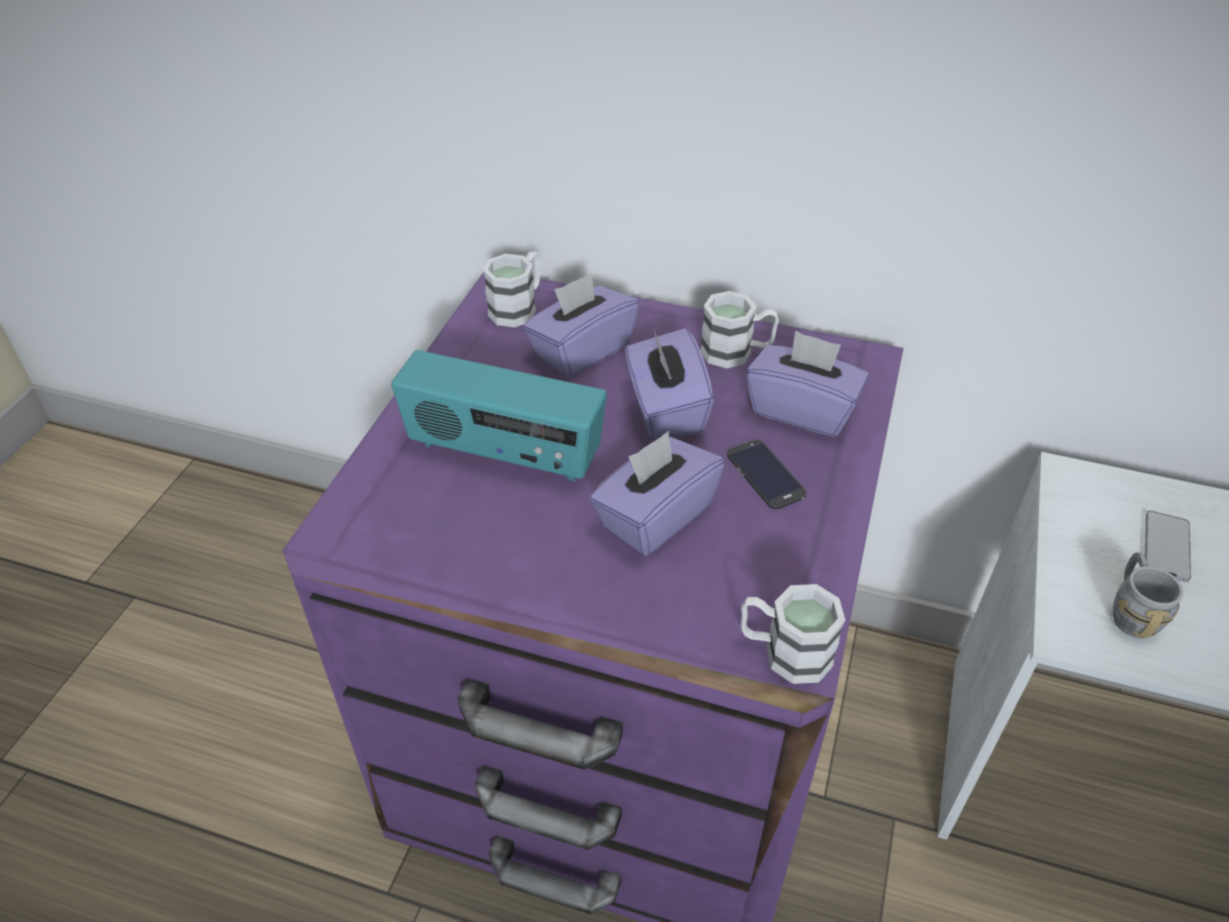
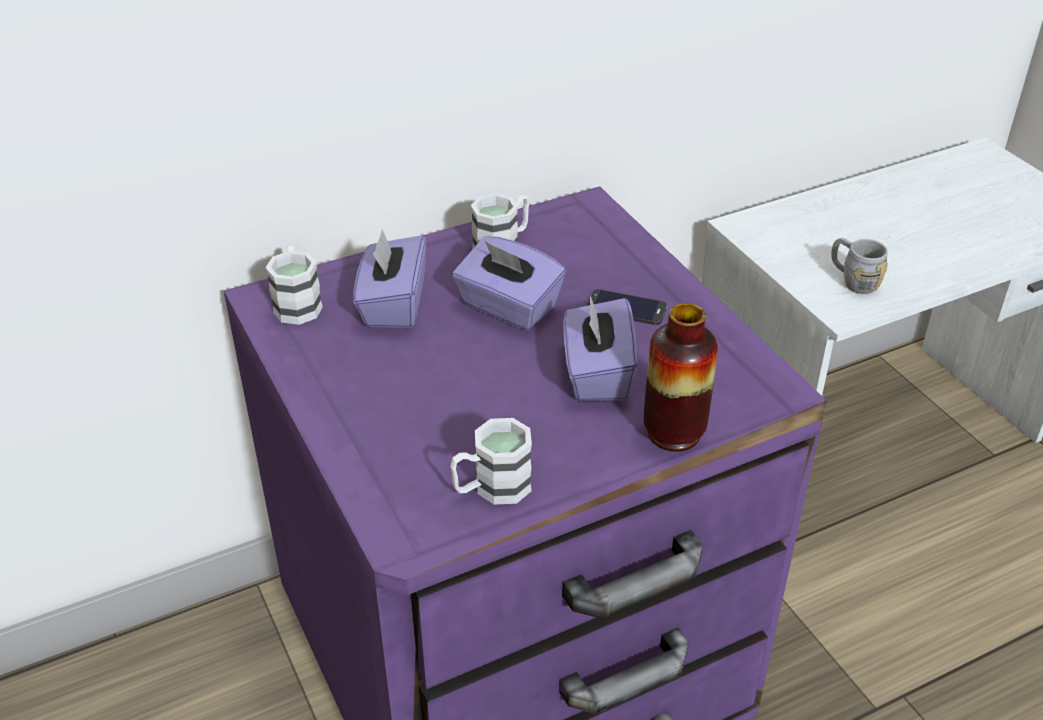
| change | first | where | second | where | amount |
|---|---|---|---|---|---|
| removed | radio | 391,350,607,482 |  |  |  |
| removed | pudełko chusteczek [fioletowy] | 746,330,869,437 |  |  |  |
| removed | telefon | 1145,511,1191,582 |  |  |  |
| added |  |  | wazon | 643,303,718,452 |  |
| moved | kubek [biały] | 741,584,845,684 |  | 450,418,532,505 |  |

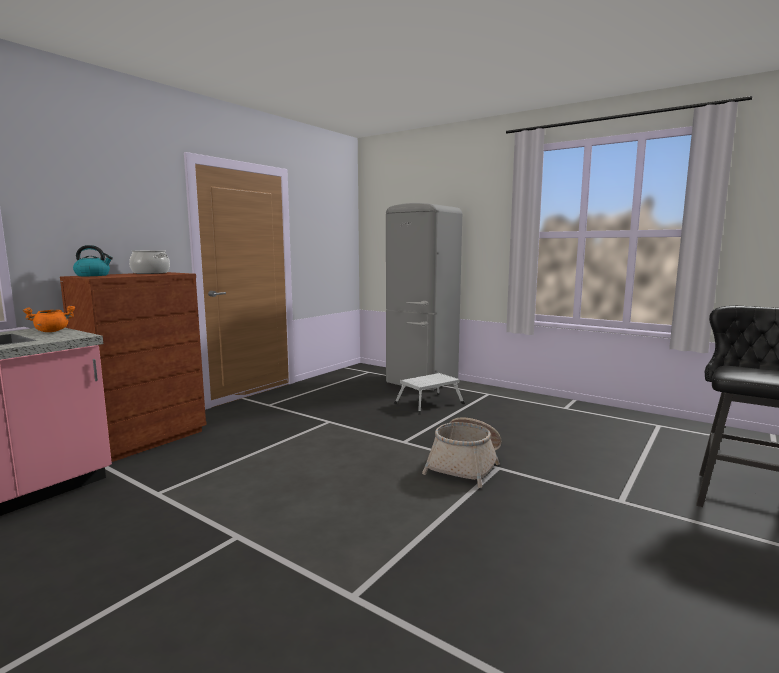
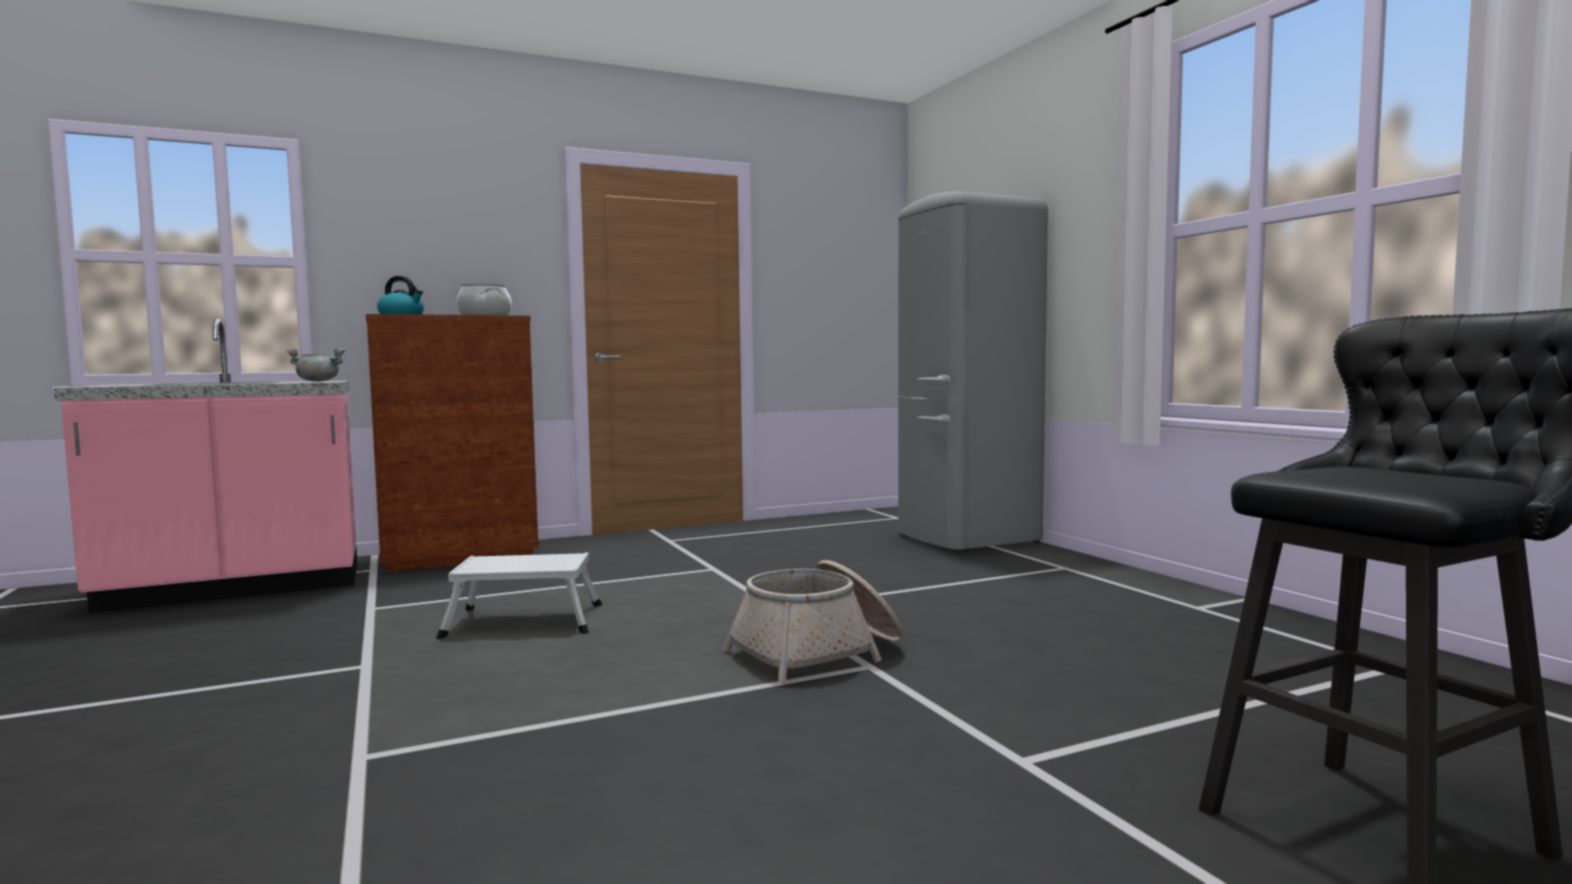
| change | first | where | second | where | amount |
|---|---|---|---|---|---|
| moved | drabinka [biały] | 394,373,465,415 |  | 436,552,602,639 |  |
| recoloured | garnek [pomarańczowy] | 23,306,75,332 | garnek [szary] | 286,348,345,381 |  |

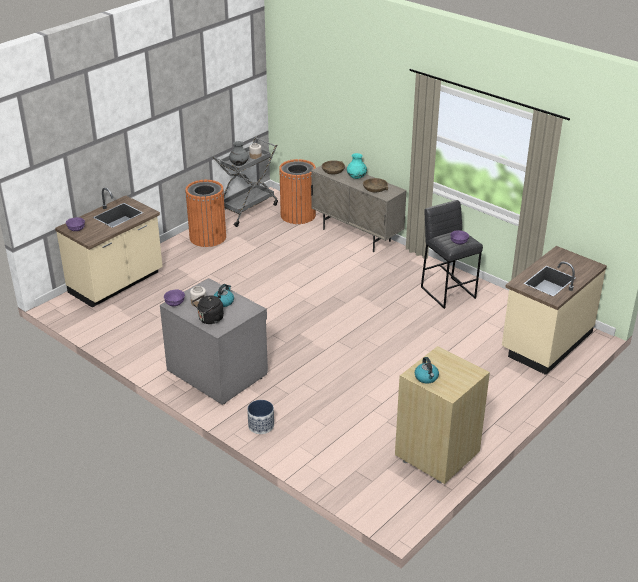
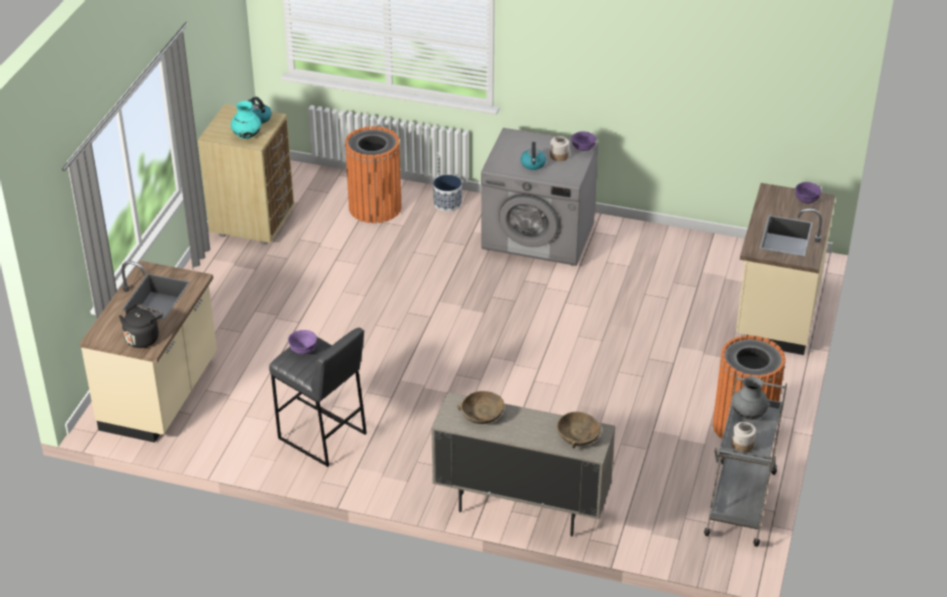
| change | first | where | second | where | amount |
|---|---|---|---|---|---|
| moved | czajnik [czarny] | 192,295,224,324 |  | 119,304,163,348 |  |
| moved | kosz na śmieci [pomarańczowy] | 279,159,316,224 |  | 345,126,401,223 |  |
| moved | wazon [turkusowy] | 347,153,367,179 |  | 231,101,261,139 |  |

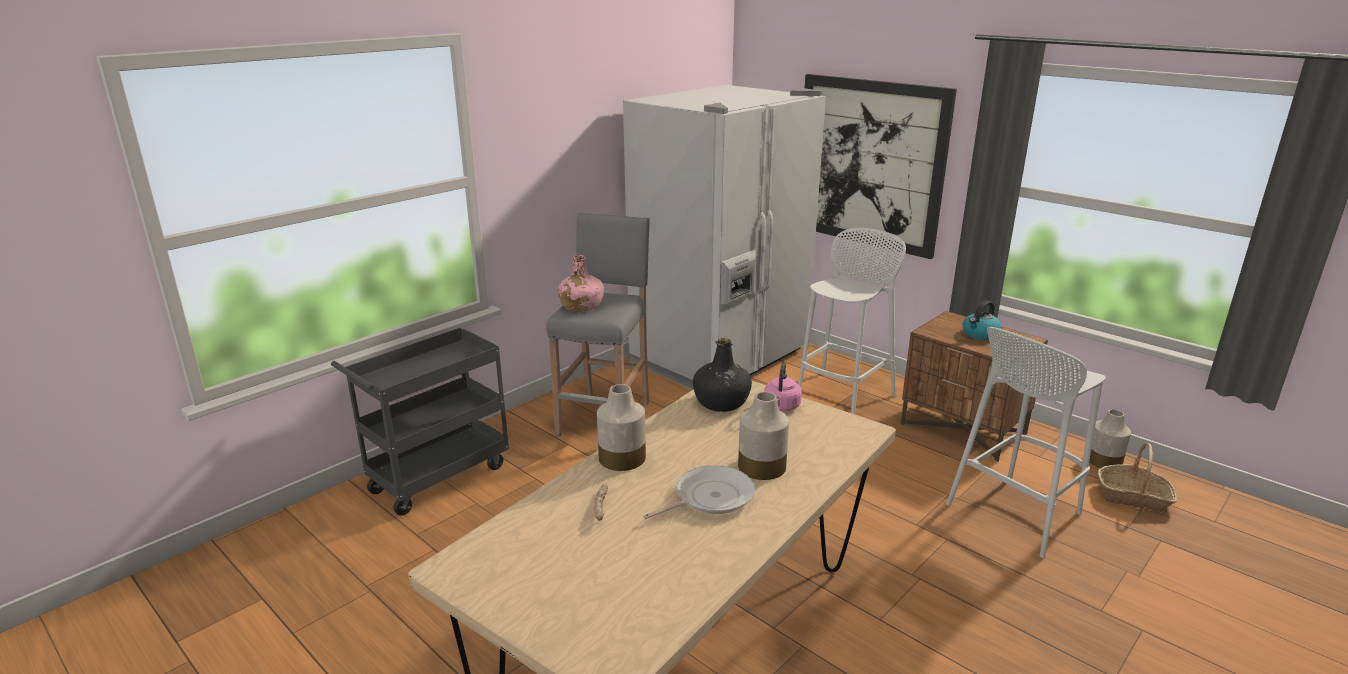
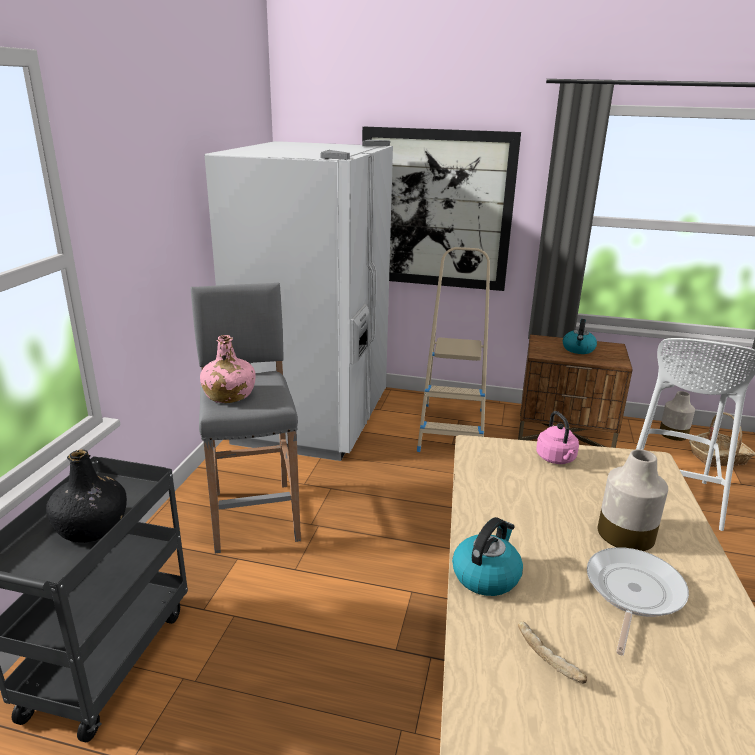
| change | first | where | second | where | amount |
|---|---|---|---|---|---|
| moved | butelka [czarny] | 693,338,752,412 |  | 46,449,127,543 |  |
| replaced | wazon [beżowy] | 597,384,646,471 | czajnik | 452,517,523,596 |  |
| replaced | stołek [biały] | 798,228,906,414 | drabinka [beżowy] | 417,247,490,452 |  |

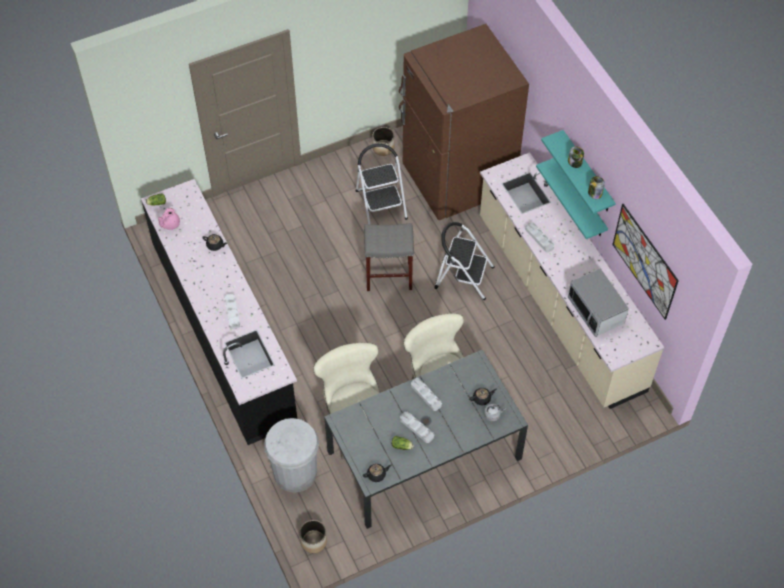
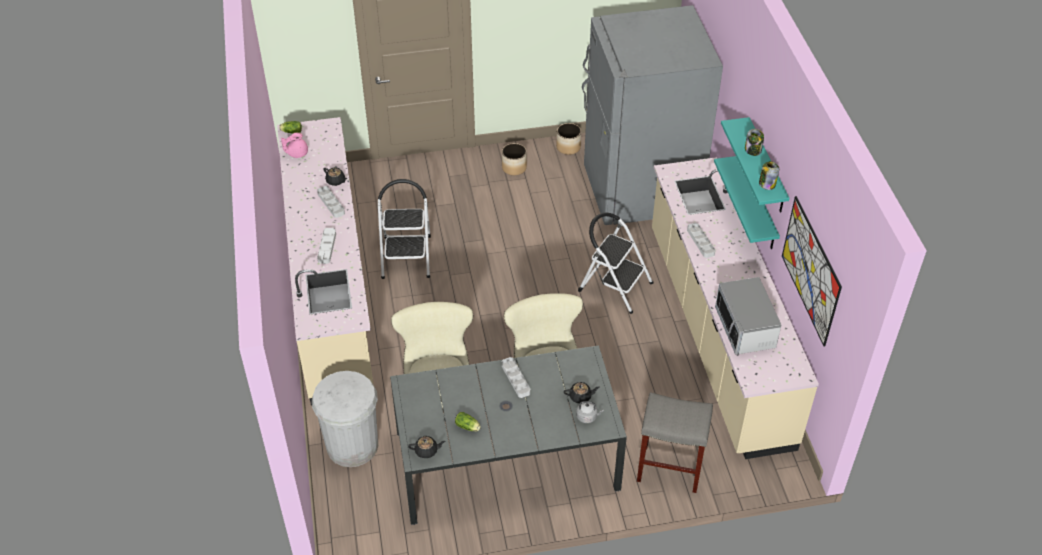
| change | first | where | second | where | amount |
|---|---|---|---|---|---|
| moved | donica | 300,520,327,553 |  | 502,143,527,176 |  |
| moved | drabinka | 356,143,408,225 |  | 378,179,431,279 |  |
| moved | stołek [szary] | 364,223,414,291 |  | 637,392,713,493 |  |
| moved | taca [szary] | 400,411,434,443 |  | 317,186,345,218 |  |
| recoloured | zabudowa kuchenna [czarny] | 141,179,297,445 | zabudowa kuchenna [beżowy] | 277,117,373,406 |  |
| recoloured | lodówka [brązowy] | 399,24,529,220 | lodówka [szary] | 582,5,723,225 |  |

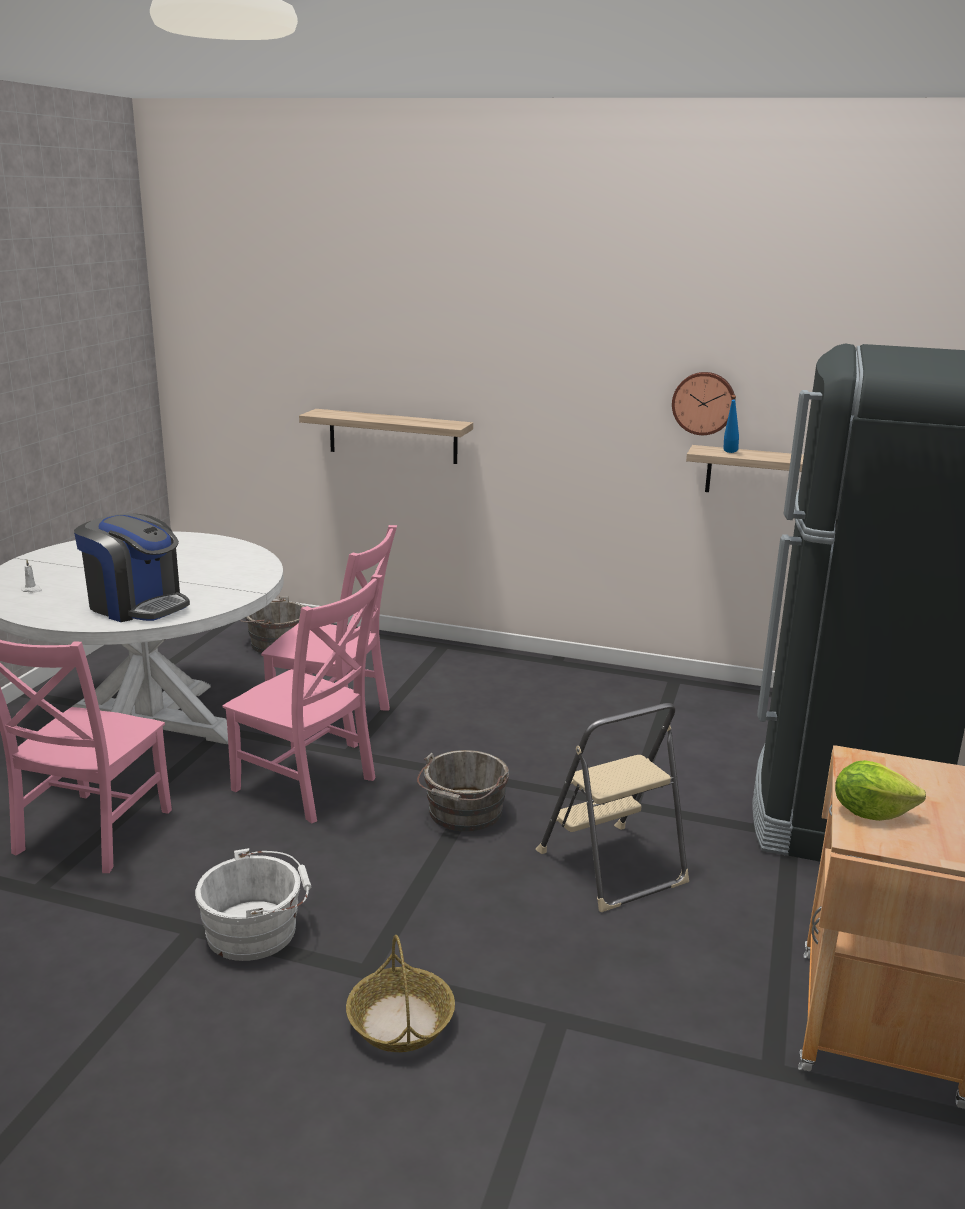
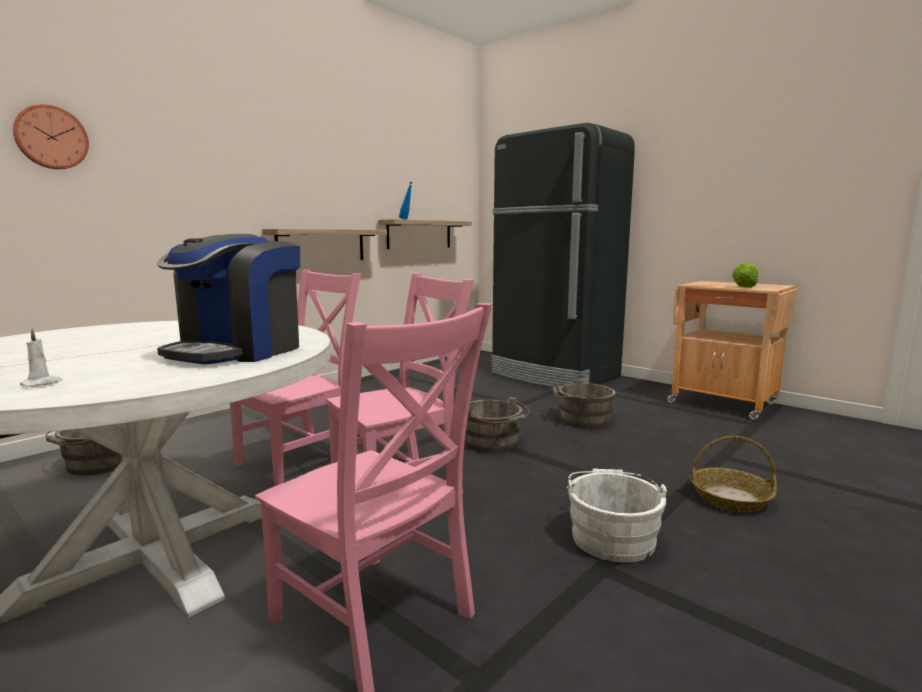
| change | first | where | second | where | amount |
|---|---|---|---|---|---|
| moved | półka | 299,409,473,464 |  | 262,229,387,260 |  |
| moved | zegar ścienny | 672,372,736,435 |  | 13,104,89,169 |  |
| replaced | drabinka [beżowy] | 535,703,689,912 | wiadro [szary] | 552,378,616,429 |  |
| turned | ekspres do kawy | 74,514,190,622 |  | 157,234,300,364 | 150 degrees clockwise |

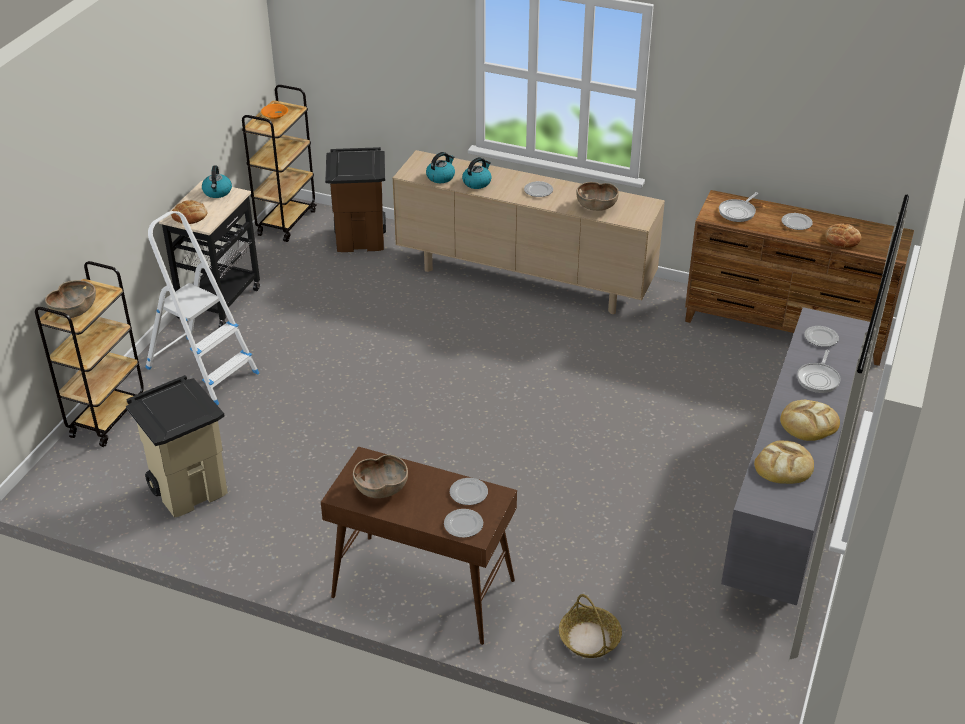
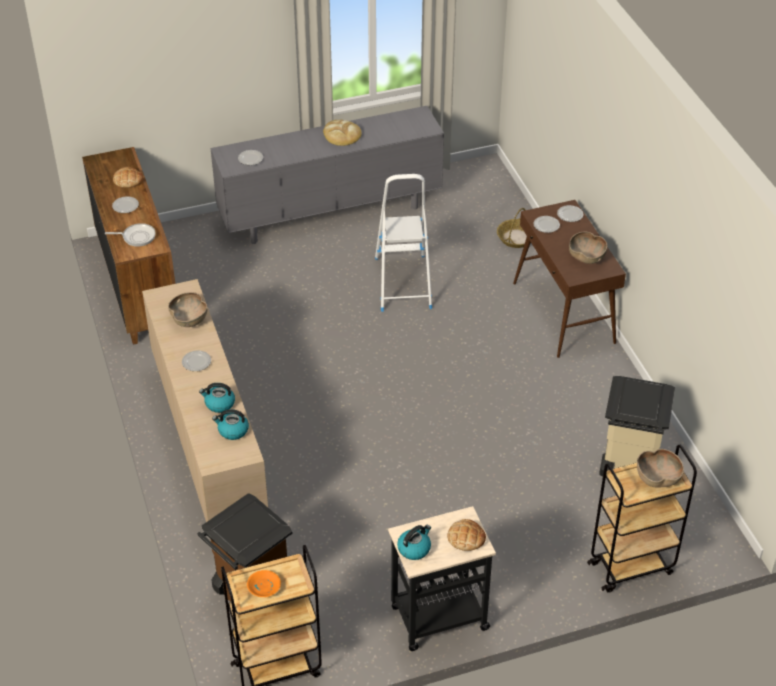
| change | first | where | second | where | amount |
|---|---|---|---|---|---|
| removed | chleb | 754,440,814,484 |  |  |  |
| removed | patelnia | 797,350,841,393 |  |  |  |
| moved | drabinka [biały] | 145,211,259,405 |  | 375,174,432,312 |  |

